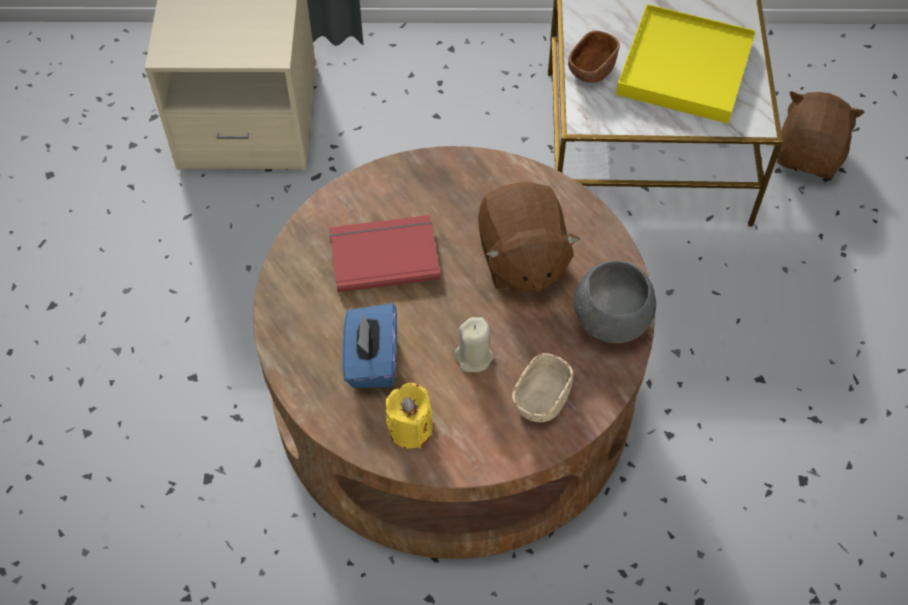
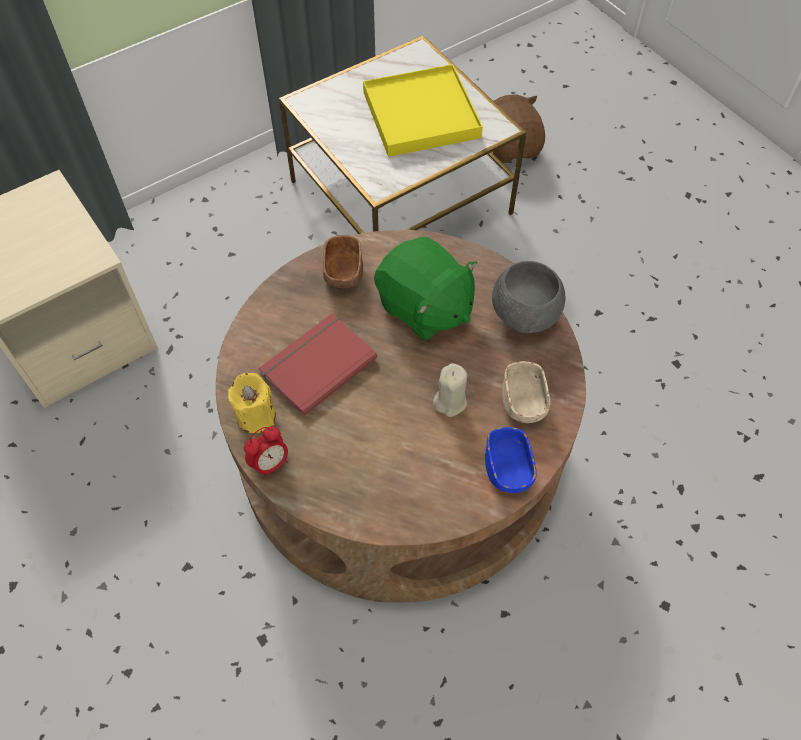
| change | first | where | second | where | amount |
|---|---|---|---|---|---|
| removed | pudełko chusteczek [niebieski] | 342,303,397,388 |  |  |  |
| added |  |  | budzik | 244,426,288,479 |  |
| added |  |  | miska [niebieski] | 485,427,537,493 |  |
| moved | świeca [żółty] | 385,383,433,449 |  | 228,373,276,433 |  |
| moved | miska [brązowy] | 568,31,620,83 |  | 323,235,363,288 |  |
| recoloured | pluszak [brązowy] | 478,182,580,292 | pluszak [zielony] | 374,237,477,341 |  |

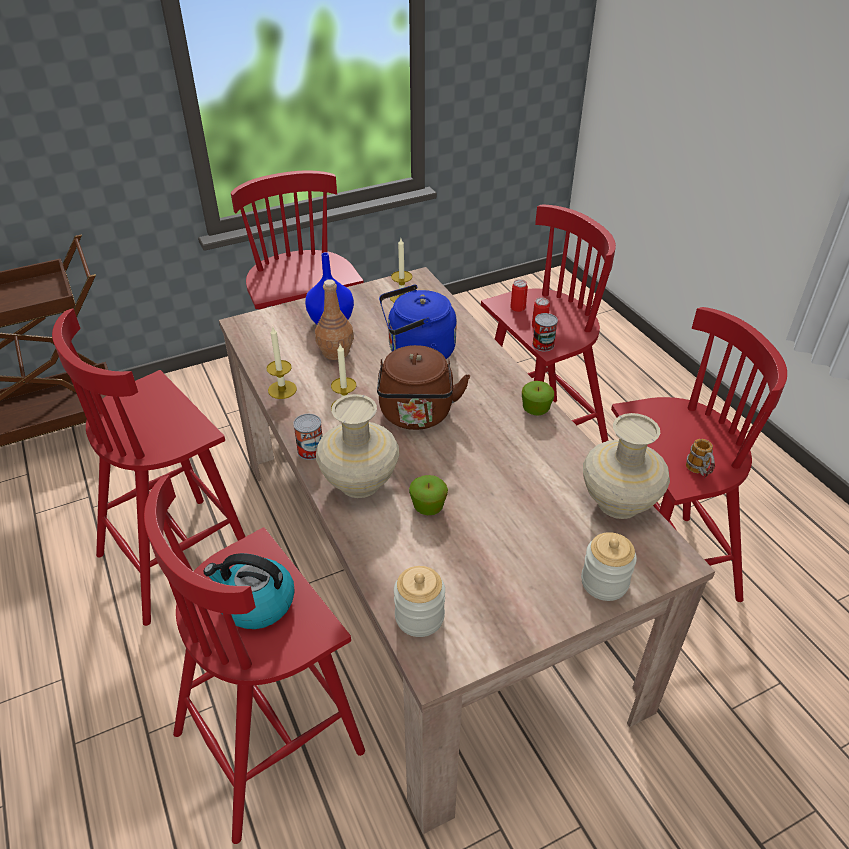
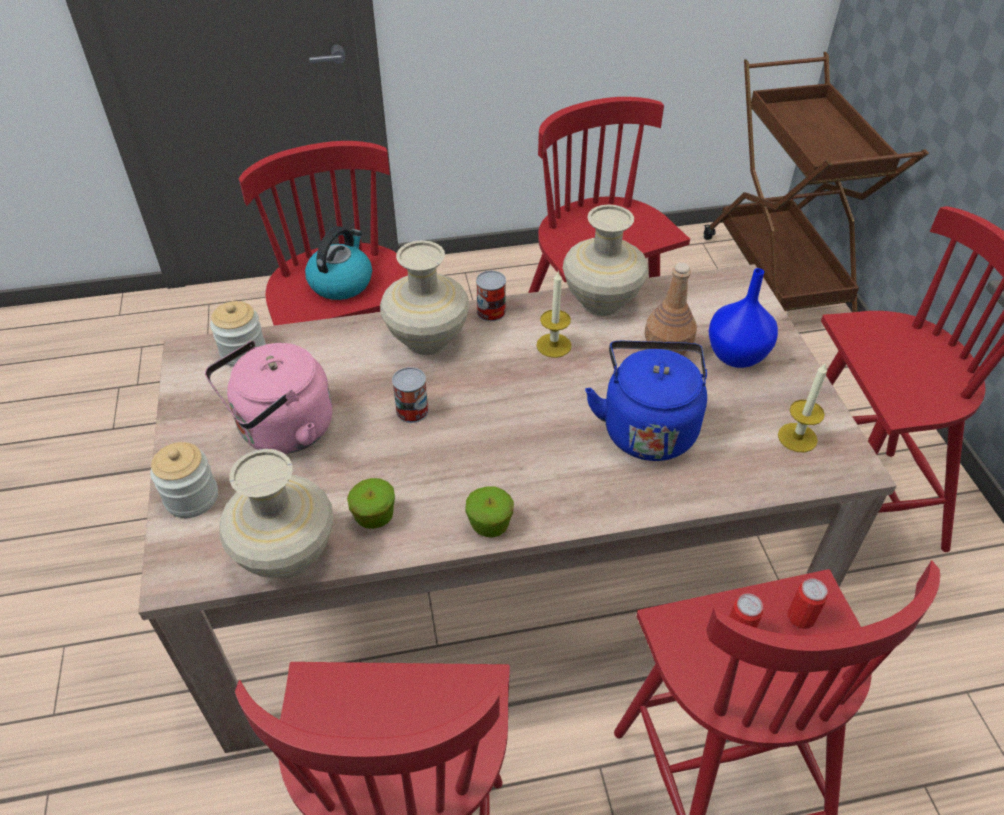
| change | first | where | second | where | amount |
|---|---|---|---|---|---|
| removed | czajnik [brązowy] | 377,345,470,430 |  |  |  |
| removed | kubek | 686,439,715,478 |  |  |  |
| added |  |  | czajnik [różowy] | 205,341,332,454 |  |
| moved | jabłko | 409,475,448,515 |  | 347,478,395,529 |  |
| moved | puszka | 532,313,558,351 |  | 392,367,429,423 |  |
| replaced | świeca | 267,327,297,399 | wazon [beżowy] | 563,204,648,316 |  |

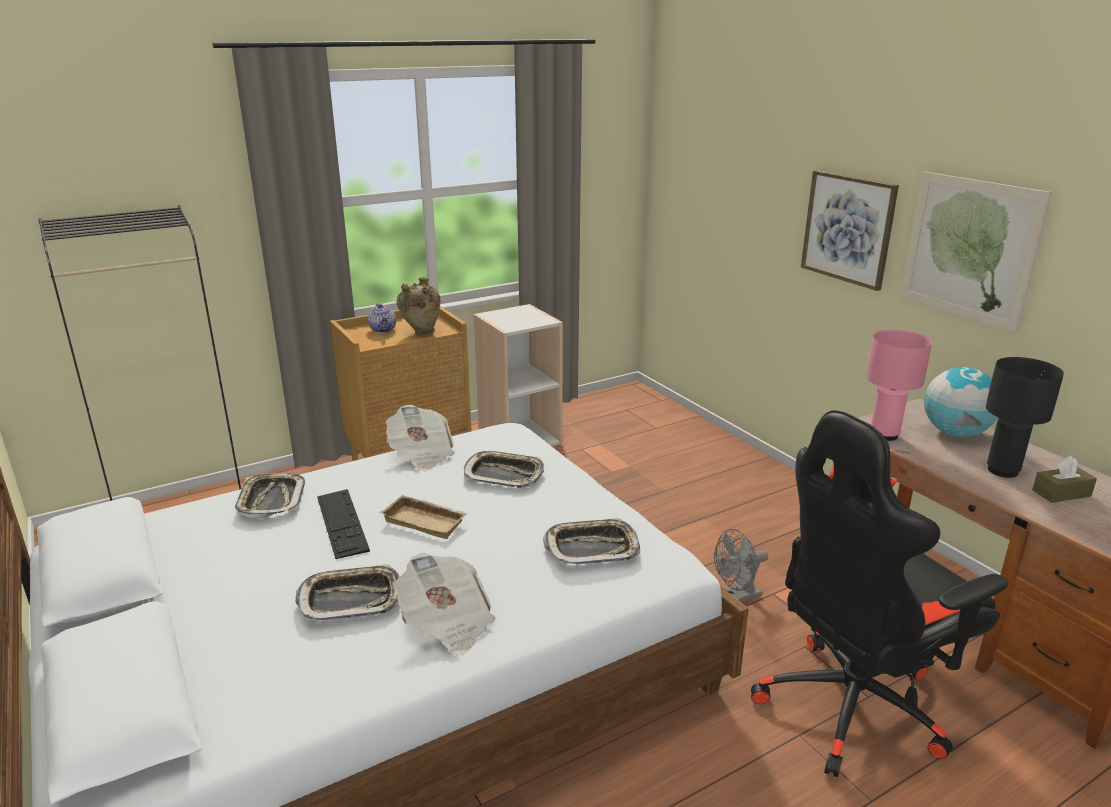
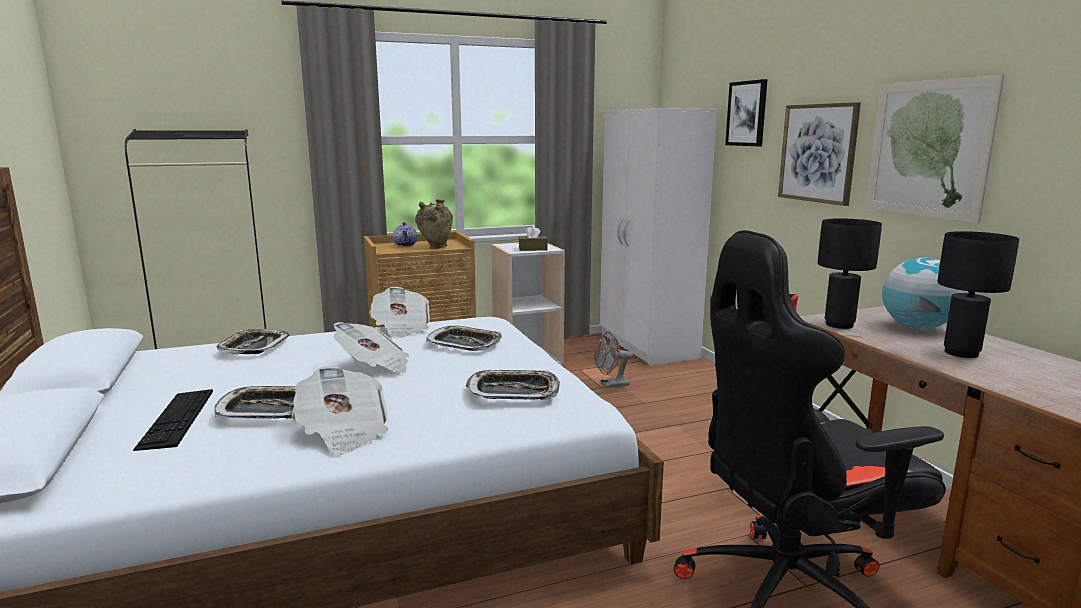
| change | first | where | second | where | amount |
|---|---|---|---|---|---|
| added |  |  | szafa [biały] | 600,108,717,366 |  |
| added |  |  | obraz | 725,79,767,146 |  |
| moved | klawiatura | 317,489,370,559 |  | 133,389,213,451 |  |
| moved | wentylator [szary] | 714,529,768,602 |  | 594,332,634,388 |  |
| moved | pudełko chusteczek [brązowy] | 1032,456,1097,503 |  | 519,226,548,251 |  |
| replaced | taca [beżowy] | 380,495,468,539 | gazeta | 333,322,409,373 |  |
| recoloured | lampa stołowa [różowy] | 866,330,932,441 | lampa stołowa [czarny] | 818,218,882,329 |  |

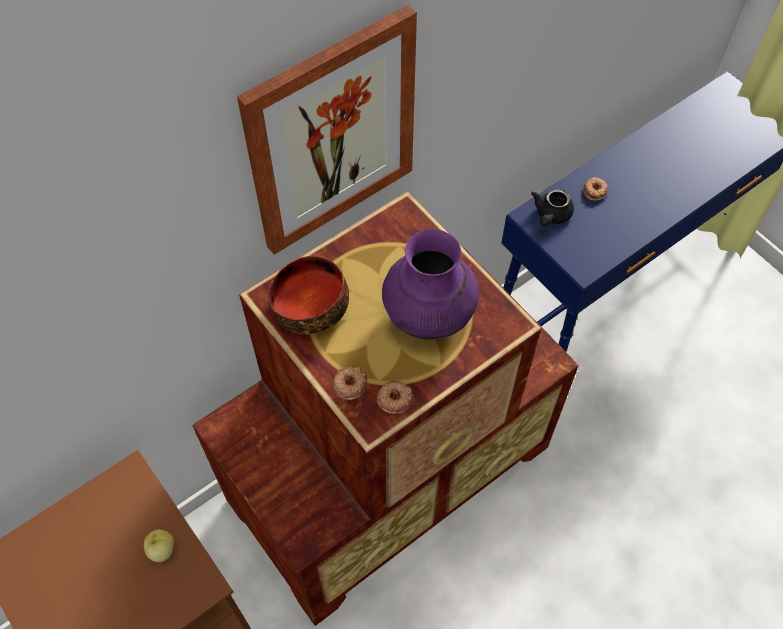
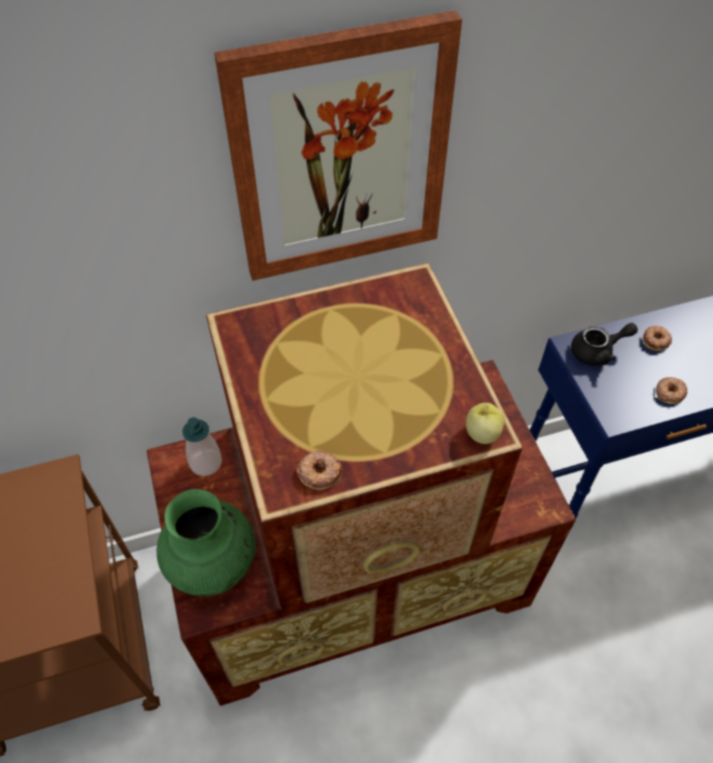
| change | first | where | second | where | amount |
|---|---|---|---|---|---|
| removed | miska | 268,256,349,335 |  |  |  |
| removed | wazon [fioletowy] | 382,229,479,340 |  |  |  |
| added |  |  | wazon [zielony] | 157,489,256,596 |  |
| added |  |  | dozownik mydła | 182,417,222,476 |  |
| moved | jabłko | 144,529,174,562 |  | 466,403,505,444 |  |
| moved | donut | 333,366,367,400 |  | 656,377,688,404 |  |
| turned | imbryk [czarny] | 531,188,574,226 |  | 571,323,638,366 | 150 degrees counterclockwise |

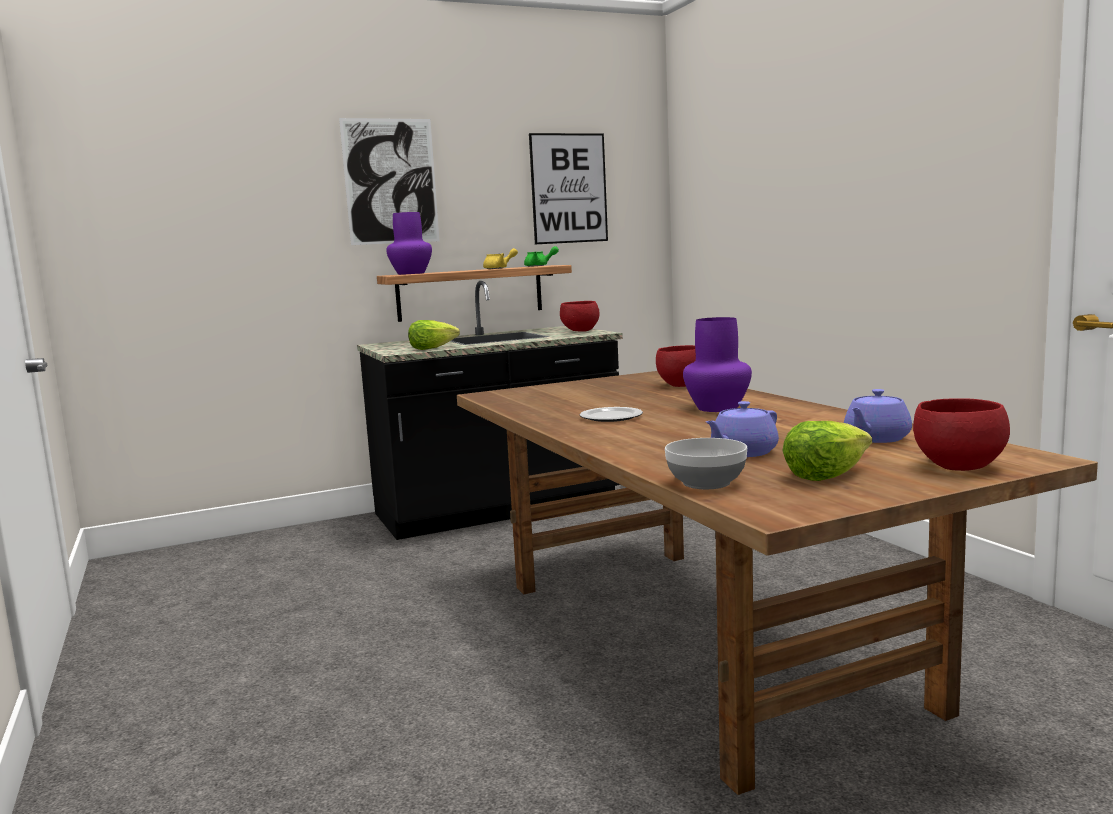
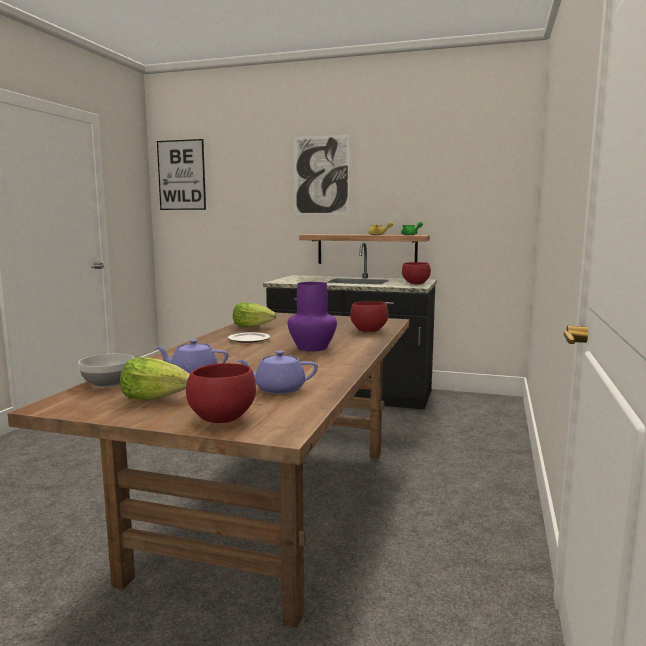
| change | first | where | second | where | amount |
|---|---|---|---|---|---|
| removed | wazon [fioletowy] | 386,212,432,275 |  |  |  |
| moved | sałata | 408,320,460,350 |  | 233,302,277,327 |  |
| moved | obraz | 529,133,608,244 |  | 157,139,206,210 |  |

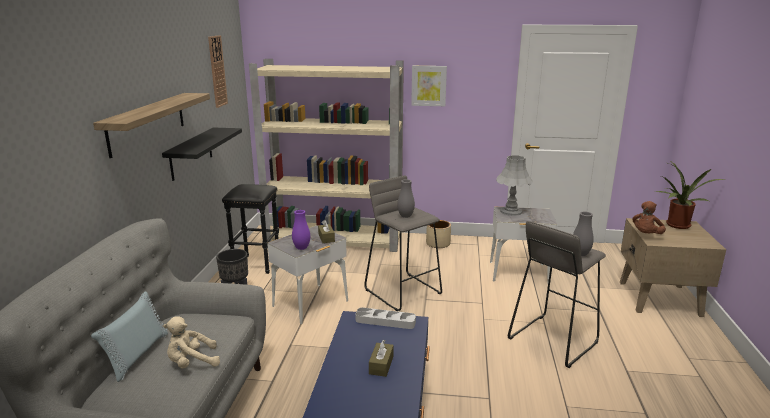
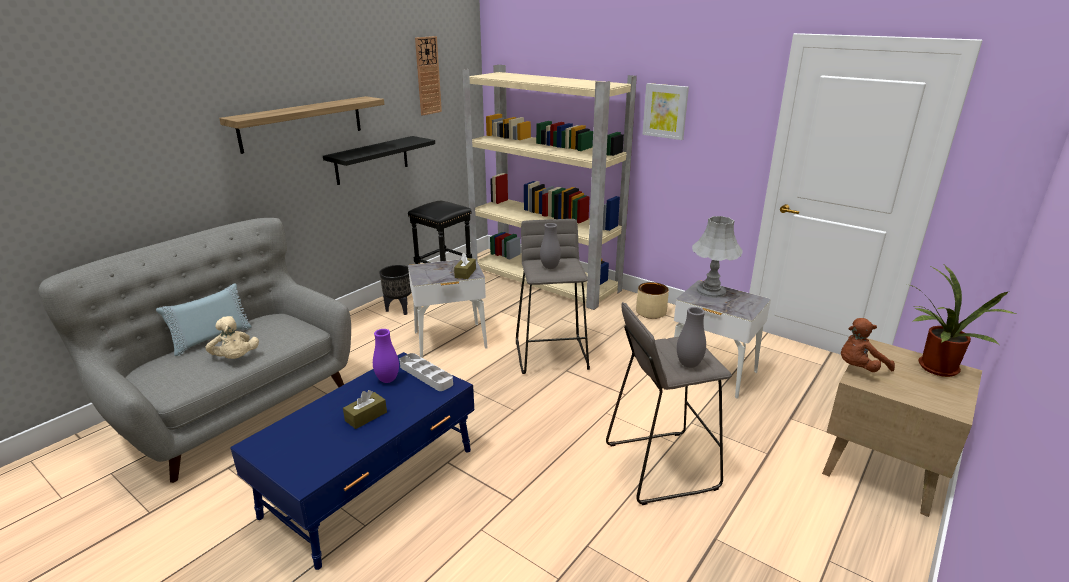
| change | first | where | second | where | amount |
|---|---|---|---|---|---|
| moved | wazon [fioletowy] | 292,210,310,250 |  | 373,329,399,383 |  |
| turned | pluszak [beżowy] | 163,316,220,368 |  | 205,316,259,359 | 135 degrees counterclockwise |

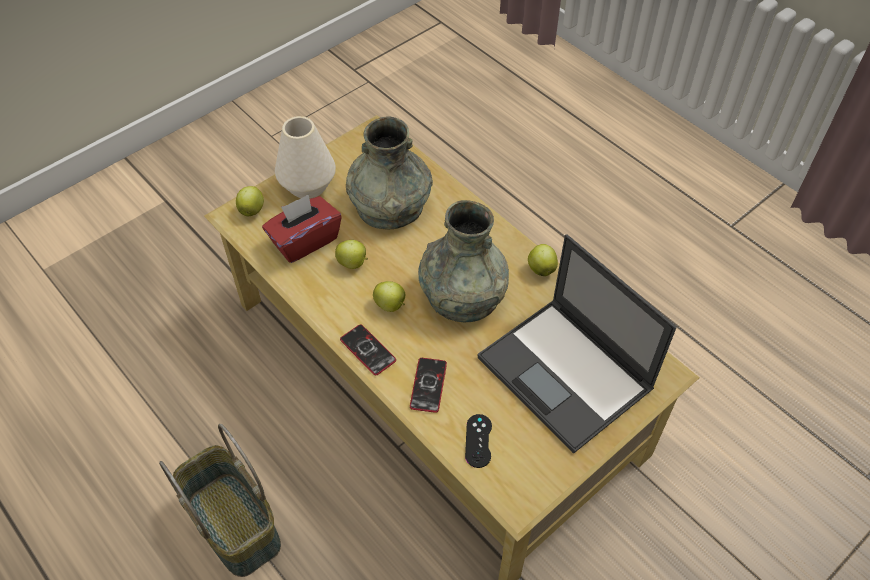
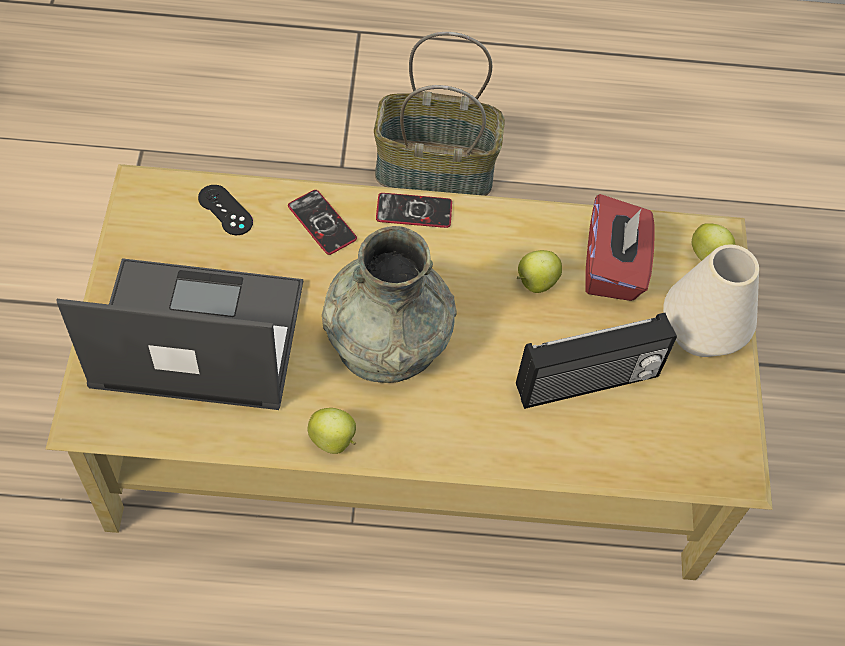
| change | first | where | second | where | amount |
|---|---|---|---|---|---|
| removed | jabłko | 373,281,405,312 |  |  |  |
| replaced | wazon [szary] | 346,117,433,230 | radio | 516,313,677,409 |  |

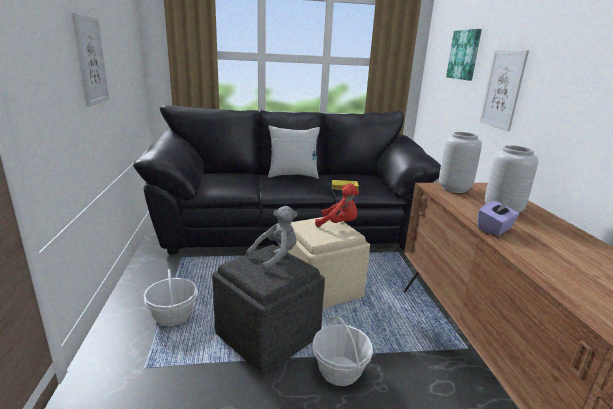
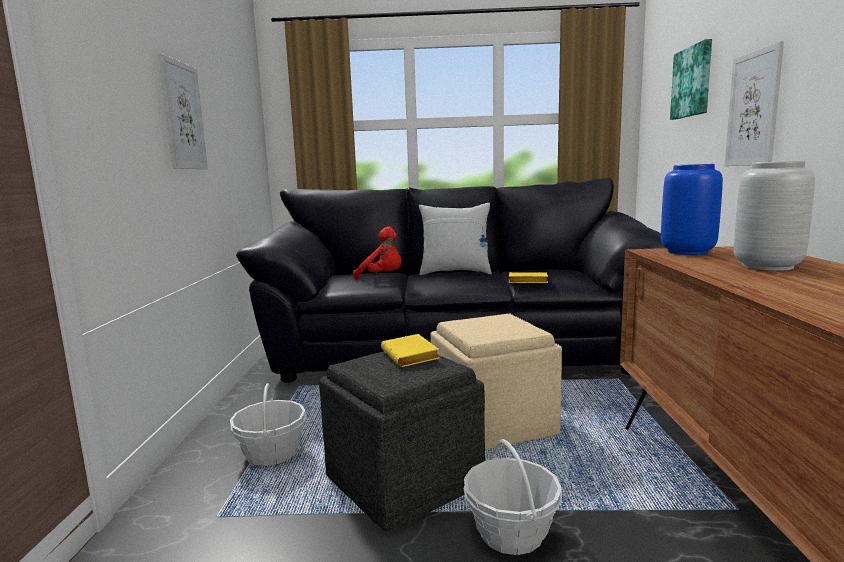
| change | first | where | second | where | amount |
|---|---|---|---|---|---|
| removed | pudełko chusteczek [fioletowy] | 478,200,519,236 |  |  |  |
| moved | pluszak [czerwony] | 315,183,359,227 |  | 353,227,402,279 |  |
| replaced | pluszak [szary] | 246,206,298,272 | książka [żółty] | 381,334,440,367 |  |
| recoloured | wazon [szary] | 439,132,482,193 | wazon [niebieski] | 661,164,723,255 |  |

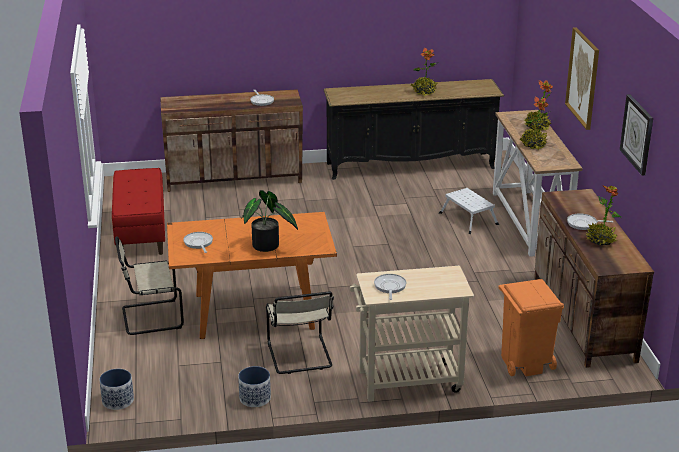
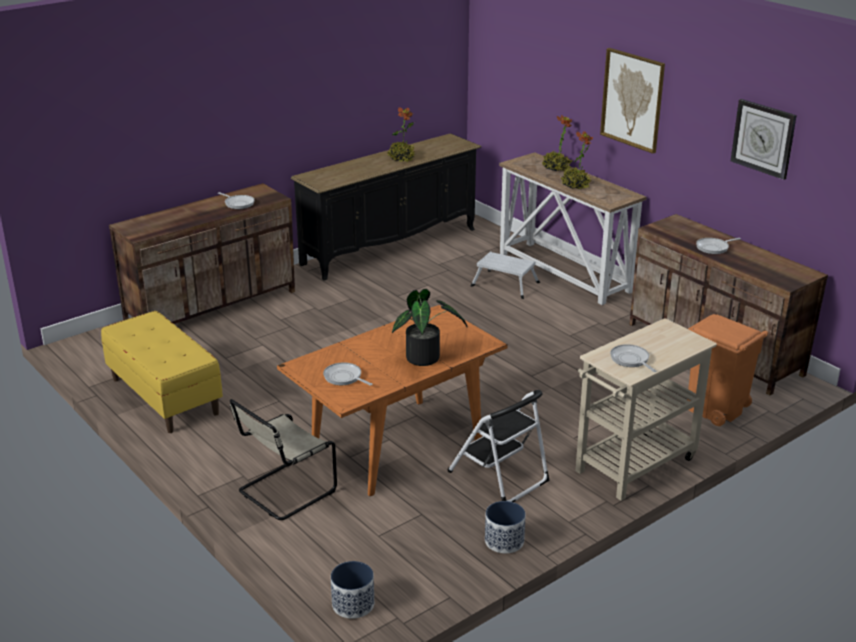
| change | first | where | second | where | amount |
|---|---|---|---|---|---|
| removed | roślina doniczkowa | 586,185,621,245 |  |  |  |
| replaced | krzesło [beżowy] | 266,292,334,374 | drabinka | 448,390,549,502 |  |
| recoloured | ławka [czerwony] | 112,168,165,255 | ławka [żółty] | 101,311,223,433 |  |

